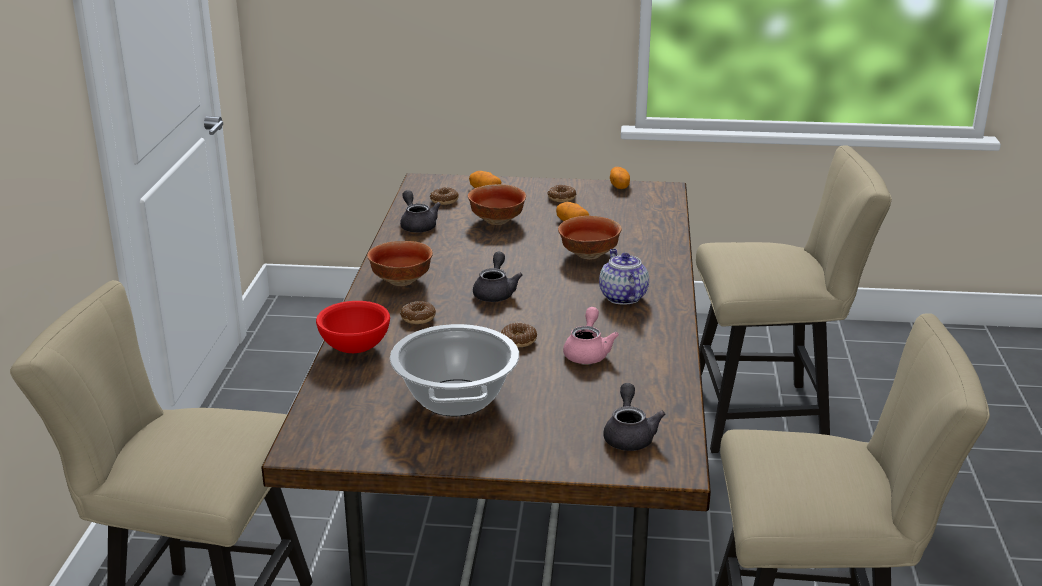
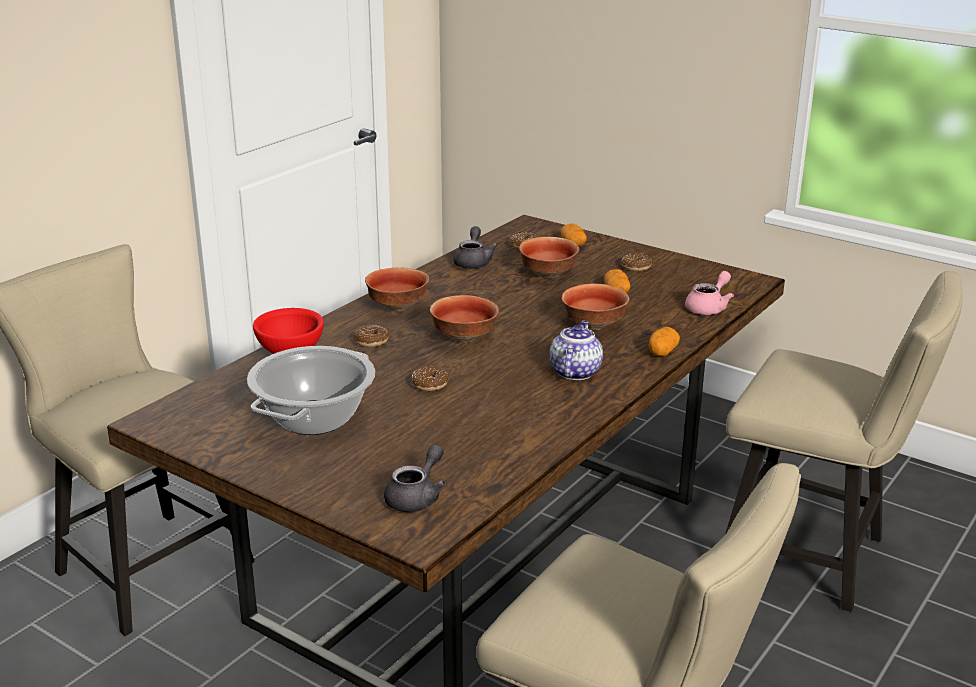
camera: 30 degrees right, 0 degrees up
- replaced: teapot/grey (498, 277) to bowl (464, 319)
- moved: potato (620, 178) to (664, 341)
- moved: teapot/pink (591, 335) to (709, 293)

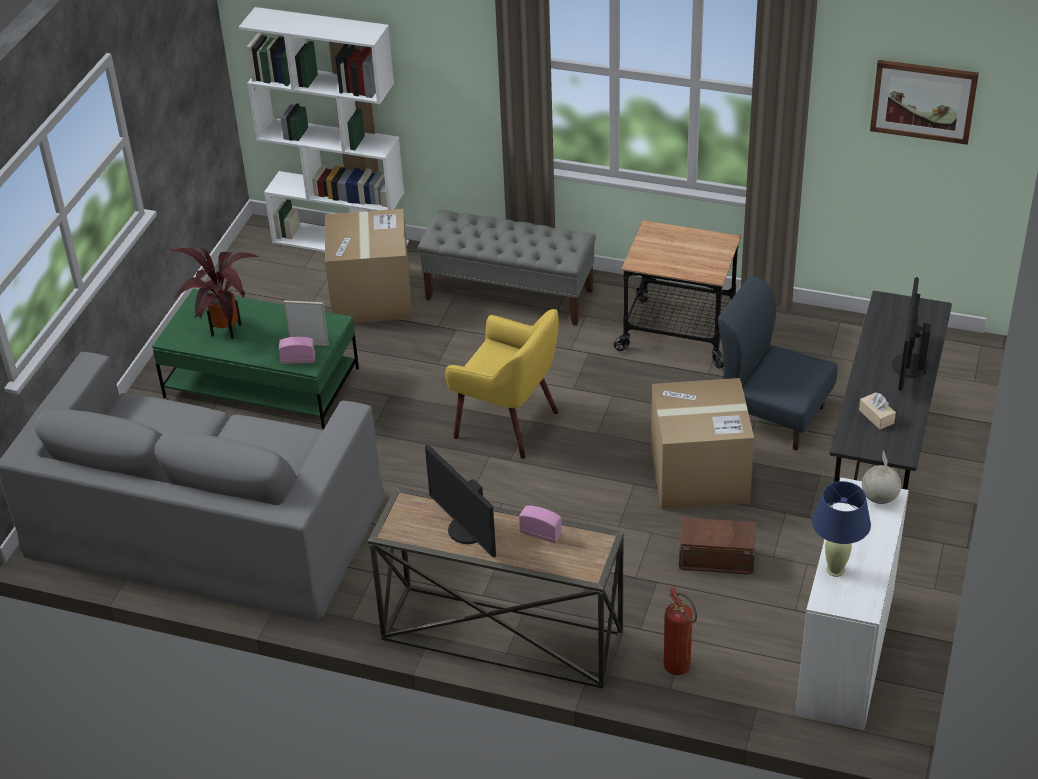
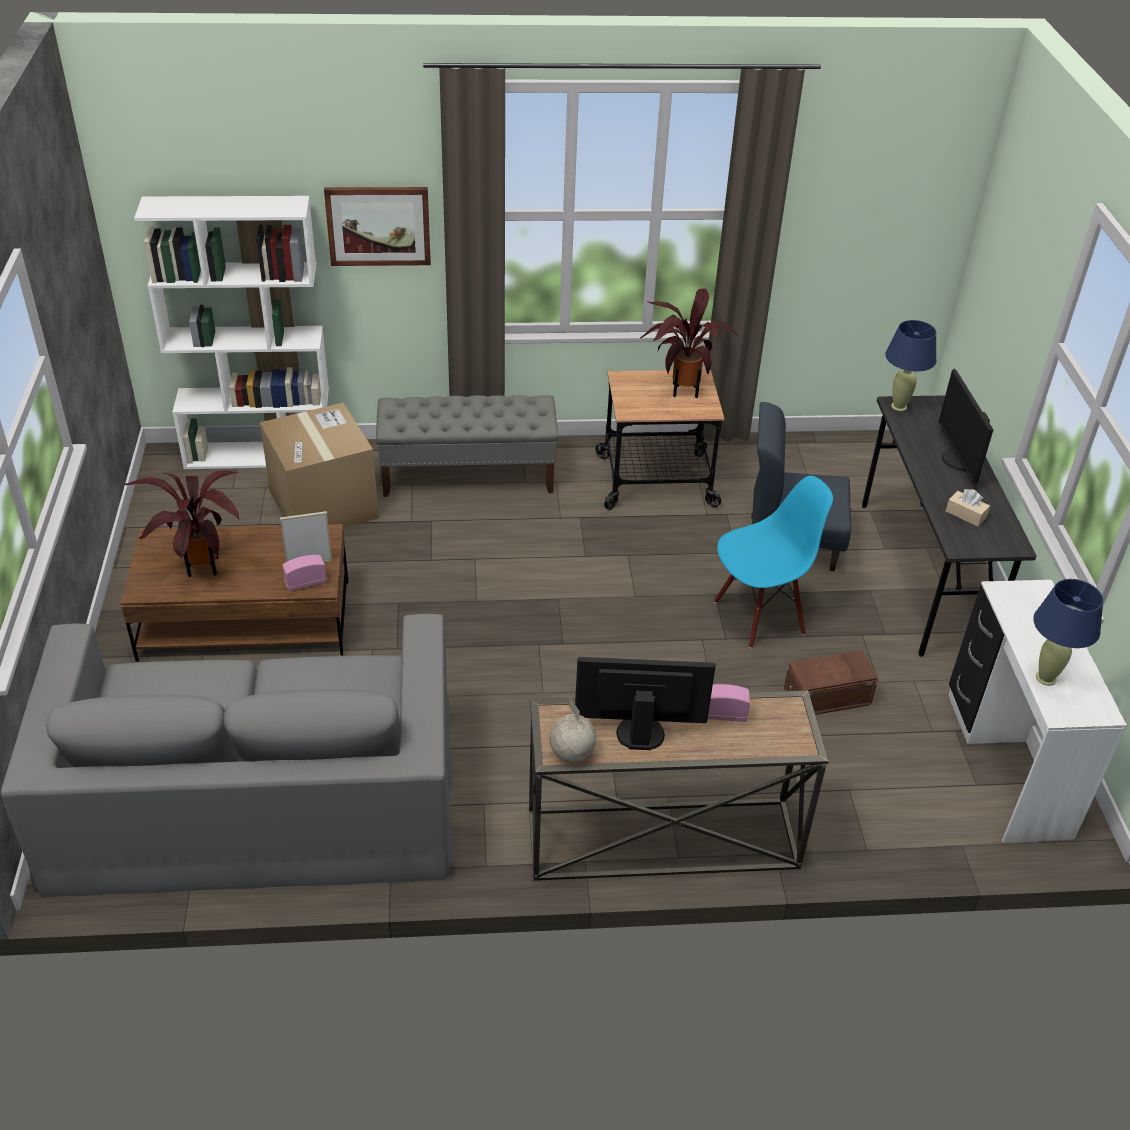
camera: 25 degrees left, 0 degrees up
- recoloured: coffee table/green (255, 359) to coffee table/brown (235, 593)
- moved: picture (924, 102) to (377, 226)
- moved: globe (881, 477) to (572, 729)
- turned: monitor (460, 501) = (645, 703) 150 degrees clockwise
- added: potted plant (689, 343)
- replaced: cardboard box (702, 443) to chair/blue (773, 562)
- added: table lamp/blue (910, 365)
- removed: armchair/yellow (502, 384)
- removed: fire extinguisher (680, 631)

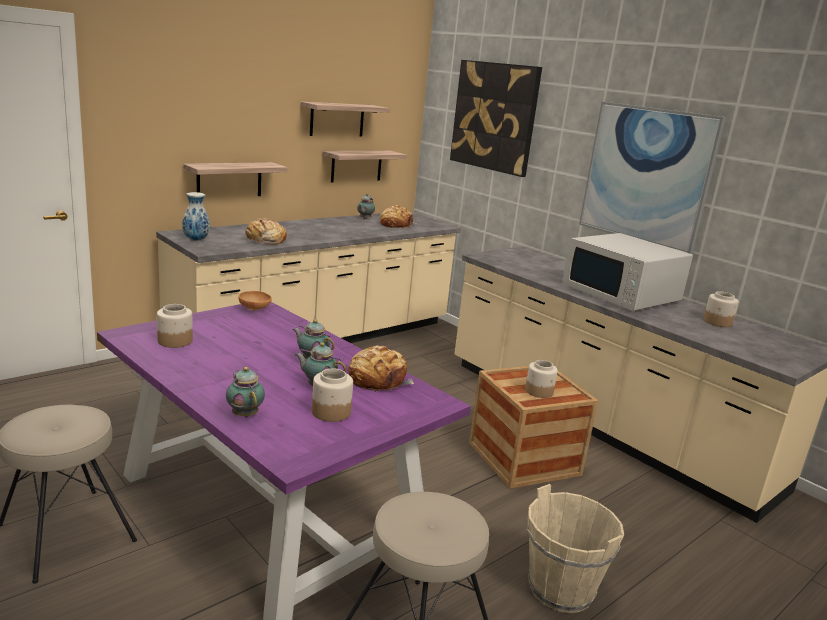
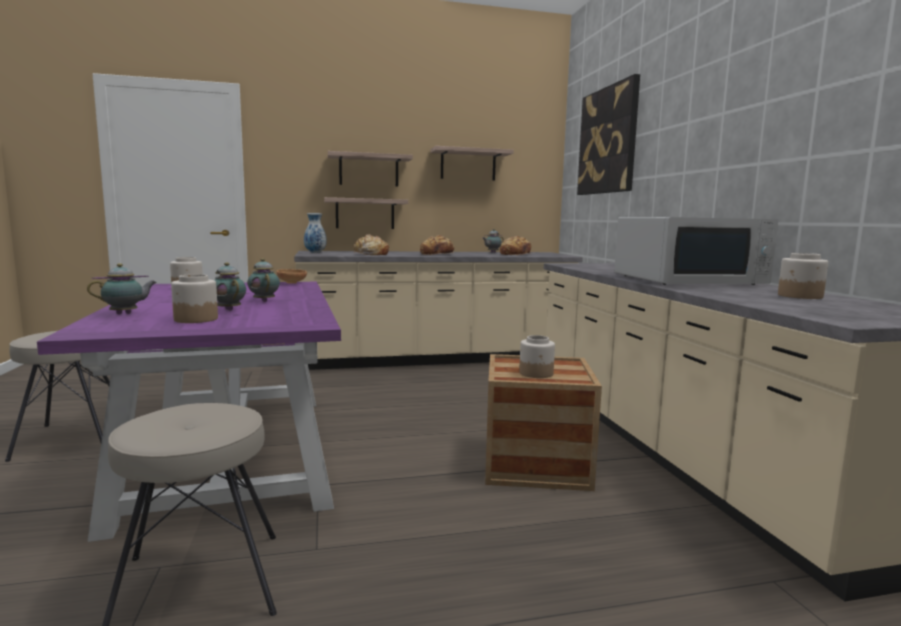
camera: 30 degrees right, 10 degrees down
- turned: teapot (245, 392) = (122, 289) 60 degrees clockwise
- moved: shelf (365, 166) to (370, 169)
- moved: bread (381, 368) to (437, 245)
- turned: microwave/white (627, 272) = (696, 251) 90 degrees counterclockwise
- removed: bucket/beige (575, 548)
- removed: picture (652, 178)

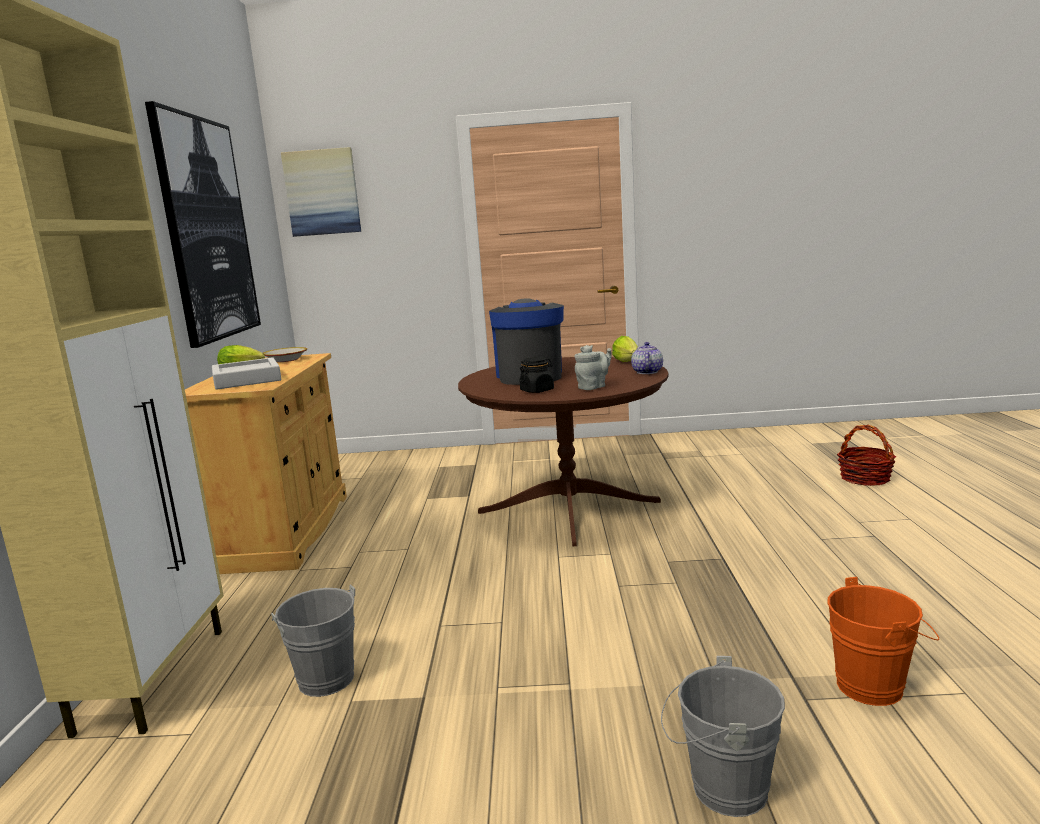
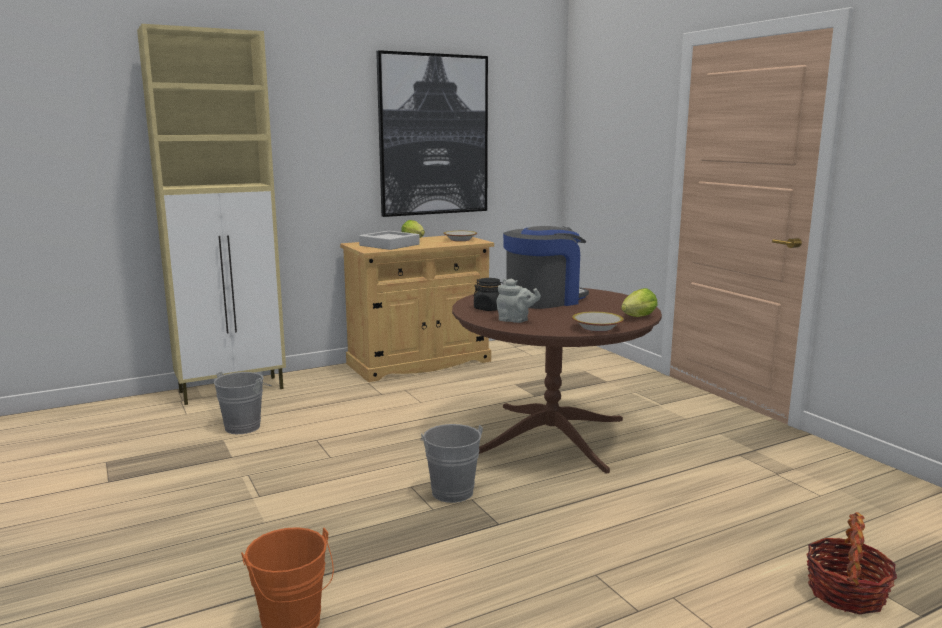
camera: 60 degrees right, 0 degrees up
- moved: bucket/grey (723, 736) to (451, 463)
- replaced: teapot (647, 358) to bowl (598, 321)
- removed: picture (321, 192)

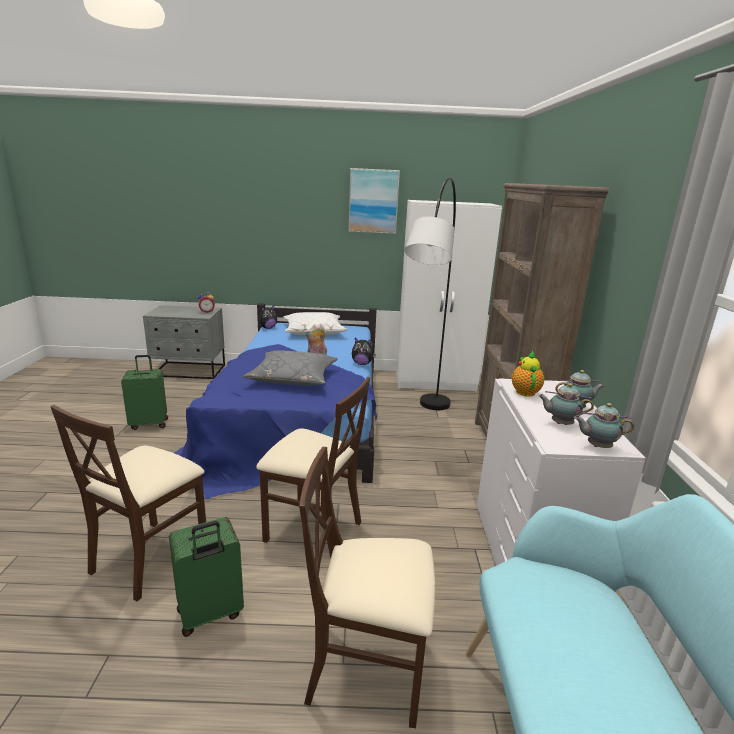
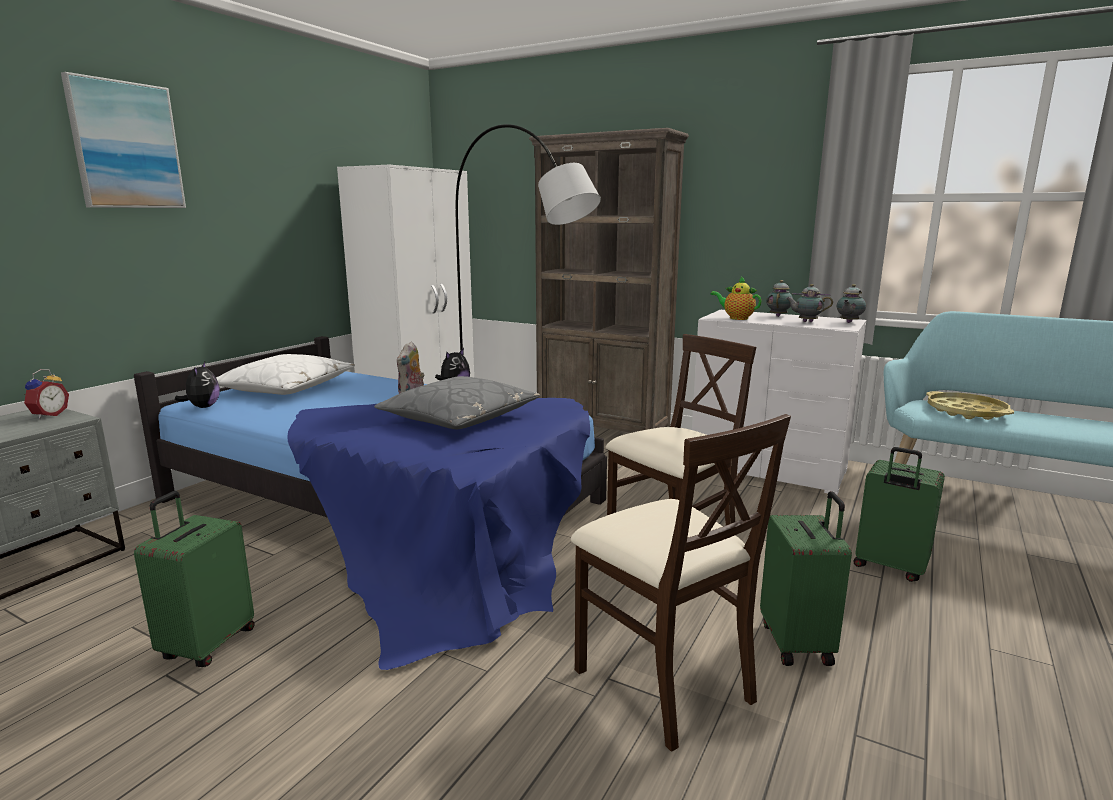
camera: 60 degrees left, 5 degrees down
- moved: picture (374, 201) to (123, 140)
- turned: teapot (566, 404) = (809, 303) 60 degrees clockwise
- replaced: chair/beige (367, 587) to suitcase/green (899, 514)
- added: tray/yellow (970, 405)

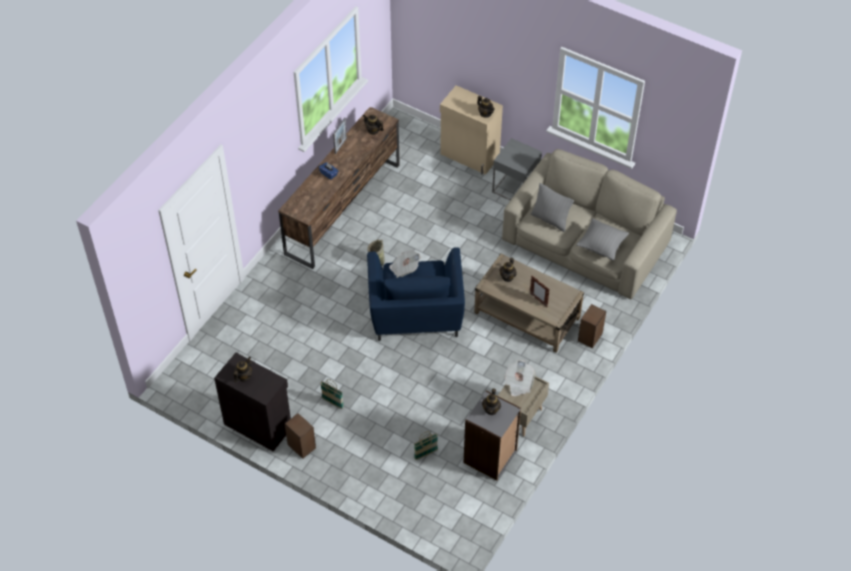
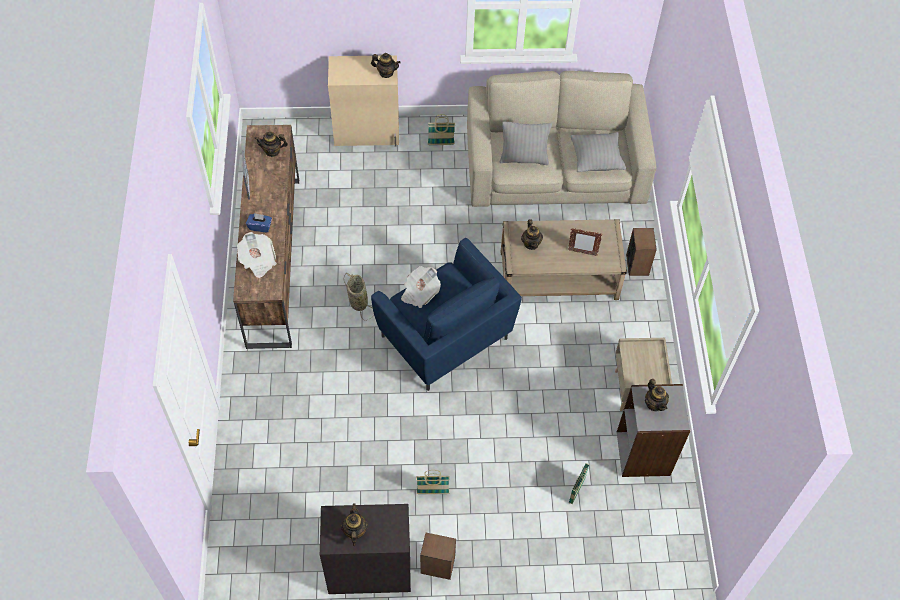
camera: 35 degrees left, 5 degrees up
- moved: newspaper (520, 378) to (257, 255)
- replaced: side table/grey (517, 169) to basket (441, 129)

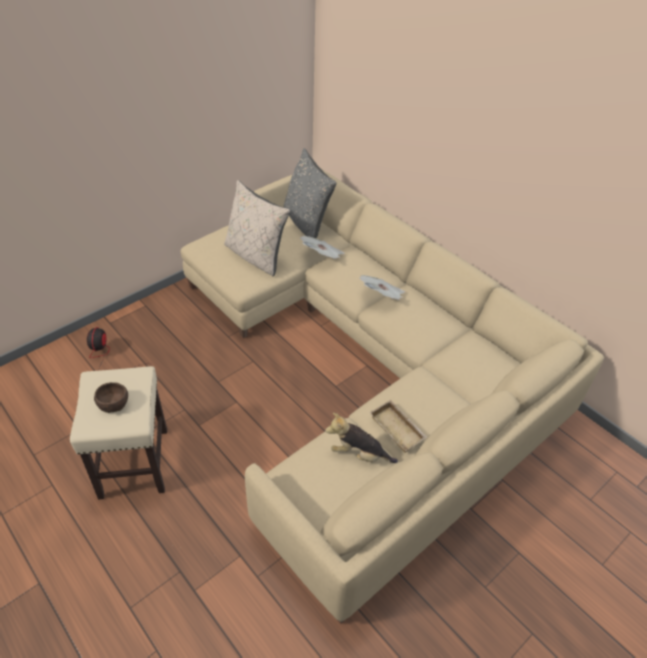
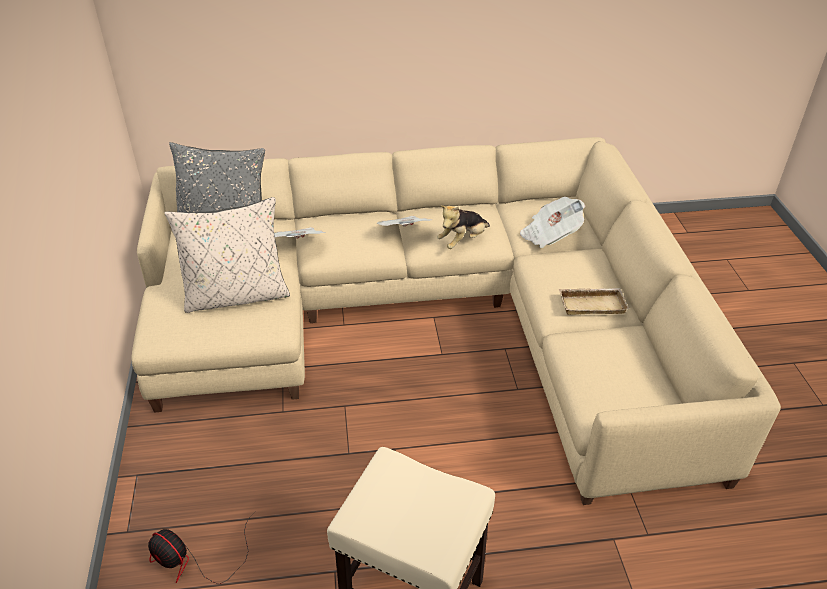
camera: 55 degrees left, 5 degrees down
- moved: plush toy (361, 438) to (463, 227)
- added: newspaper (553, 222)
- removed: bowl/brown (111, 397)

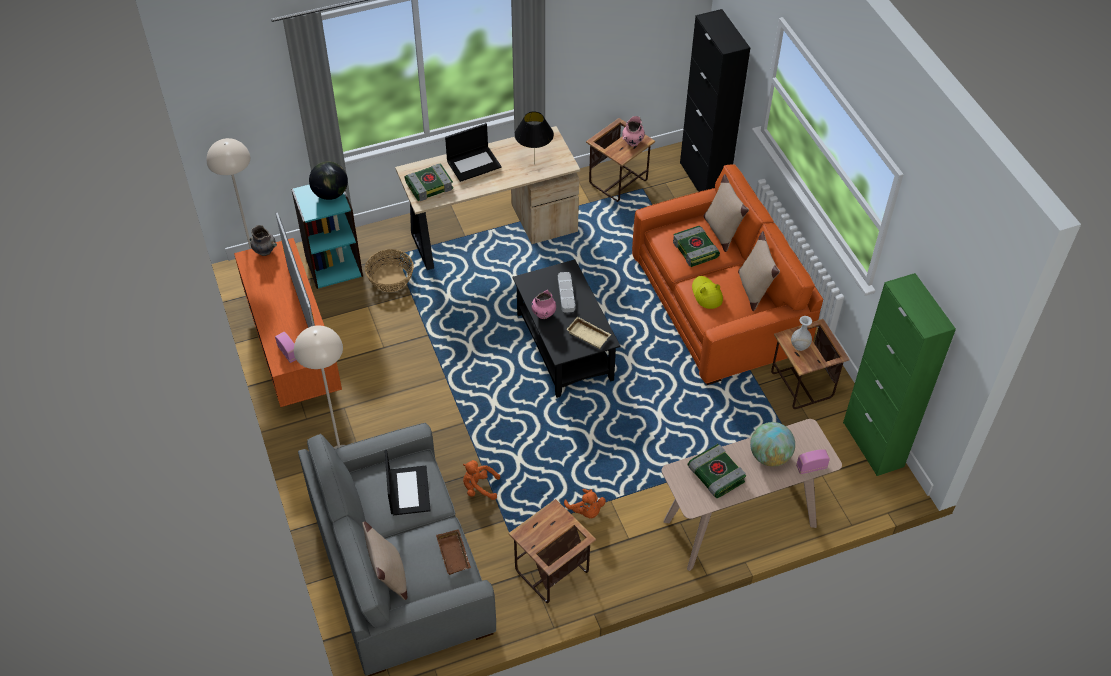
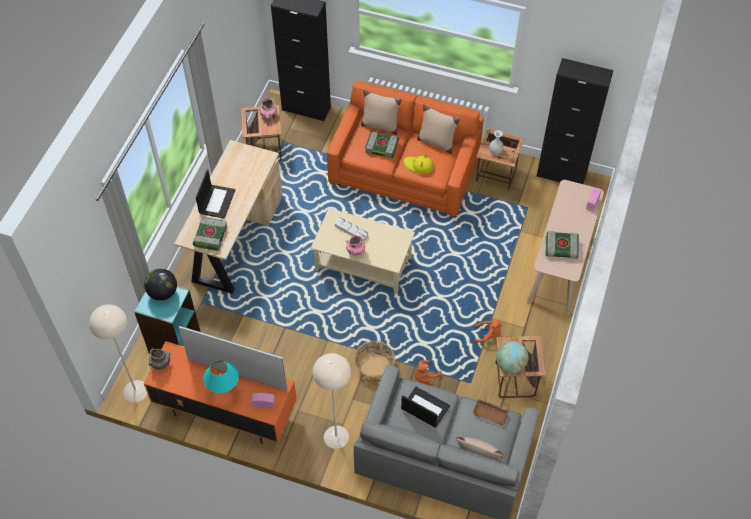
camera: 50 degrees left, 5 degrees up
- added: table lamp/turquoise (221, 377)
- recoloured: coffee table/black (566, 328) to coffee table/beige (363, 251)
- moved: basket (389, 270) to (374, 360)
- moved: globe (772, 444) to (512, 357)
- recoloured: cabinet/green (899, 374) to cabinet/black (574, 121)
- removed: table lamp/black (534, 138)
- removed: tray/beige (588, 333)

